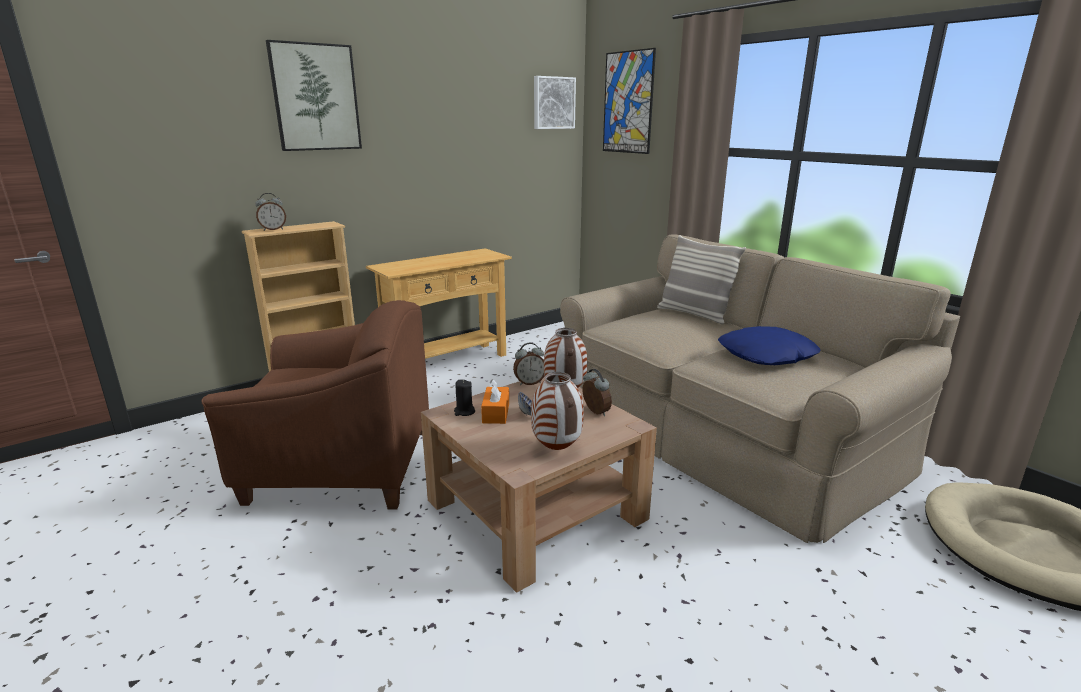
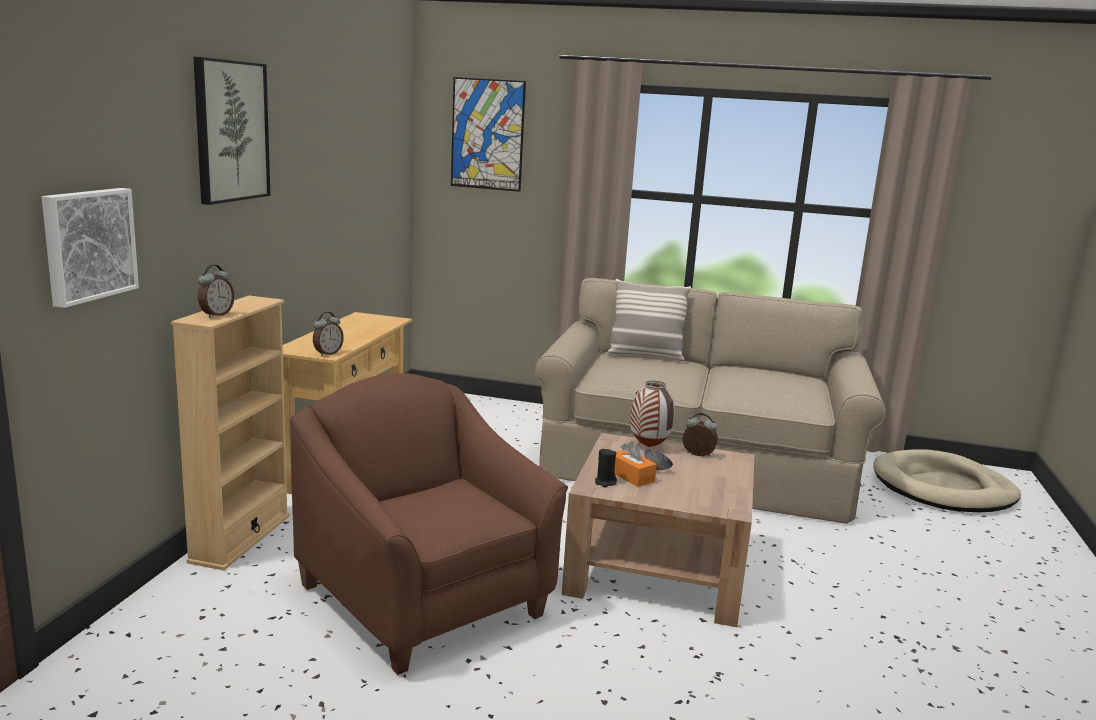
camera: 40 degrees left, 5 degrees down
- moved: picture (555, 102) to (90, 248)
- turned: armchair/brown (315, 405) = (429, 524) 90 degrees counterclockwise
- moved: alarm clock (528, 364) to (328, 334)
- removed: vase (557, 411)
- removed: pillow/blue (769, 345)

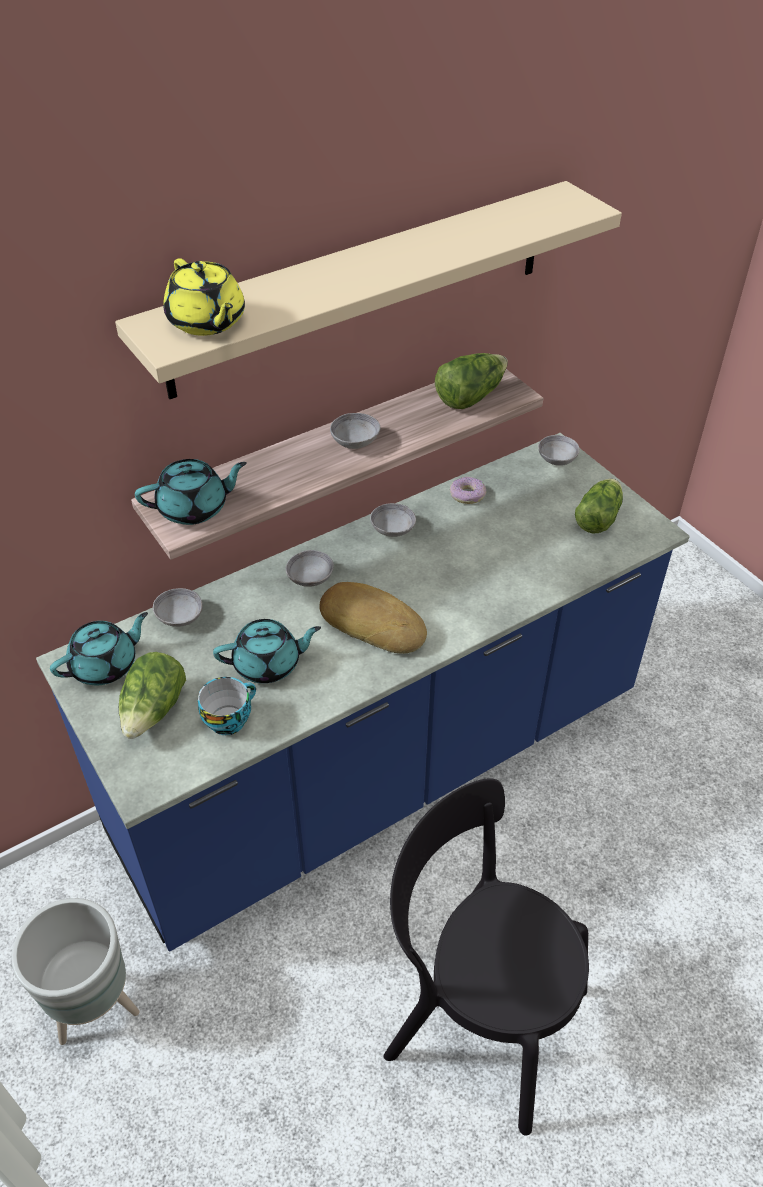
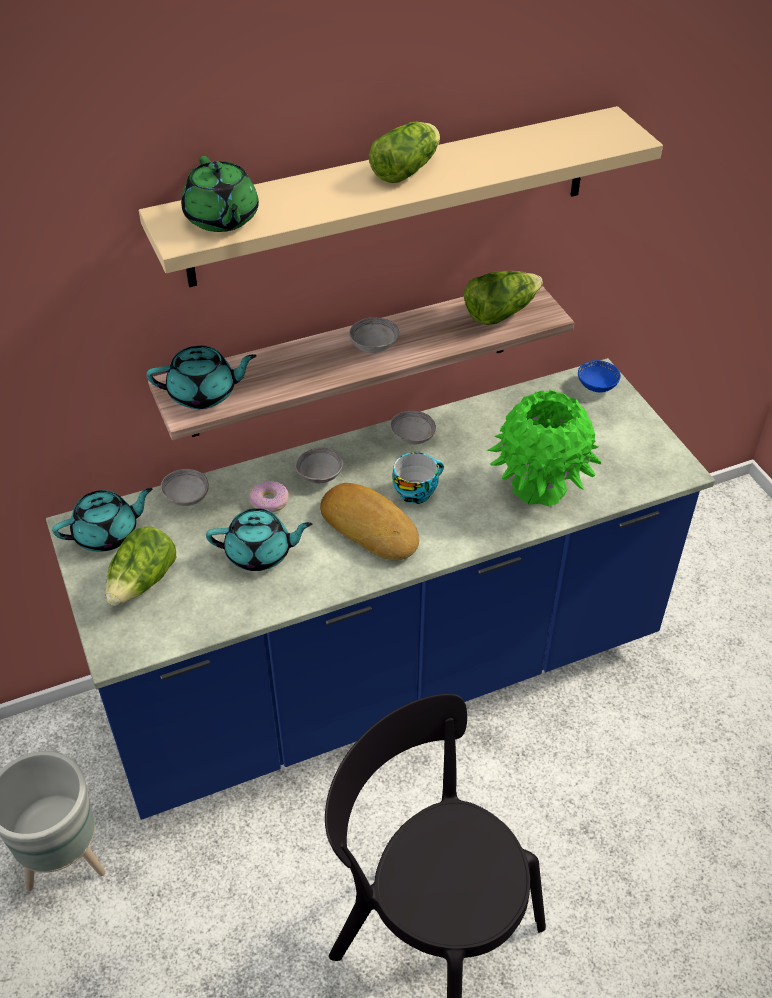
camera: 10 degrees right, 0 degrees up
- recoloured: teapot/yellow (204, 297) to teapot/green (220, 194)
- moved: donut (468, 490) to (269, 496)
- moved: lettuce (599, 506) to (404, 152)
- moved: cup (227, 706) to (418, 478)
- added: vase/green (544, 448)
- recoloured: bowl/grey (559, 450) to bowl/blue (599, 376)

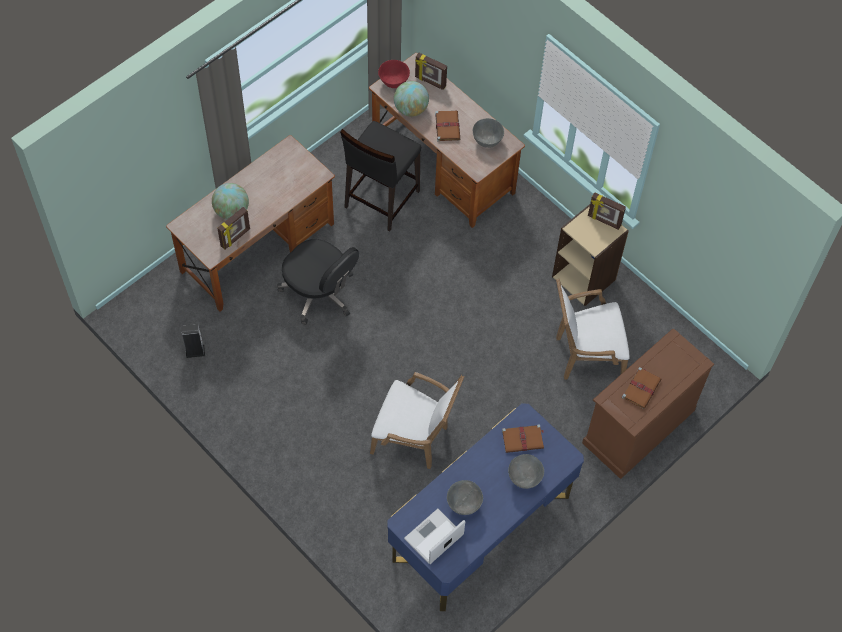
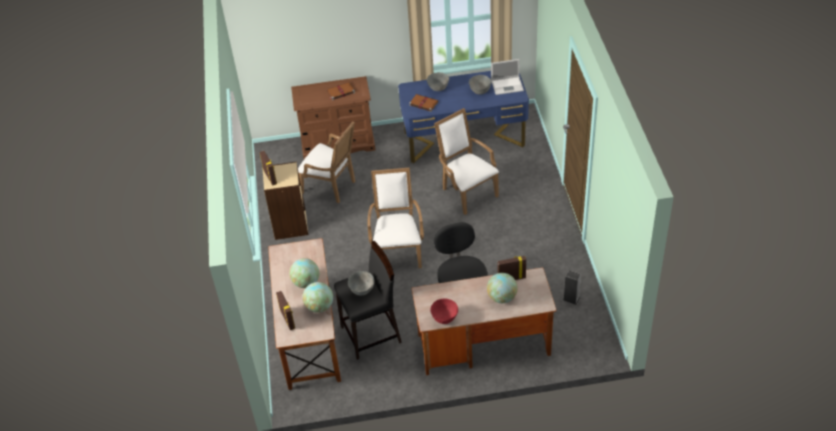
camera: 140 degrees left, 15 degrees down
- replaced: book/brown (447, 126) to globe (304, 273)
- moved: bowl/grey (488, 133) to (361, 283)
- added: armchair/white (395, 218)
- moved: bowl/red (394, 74) to (444, 311)

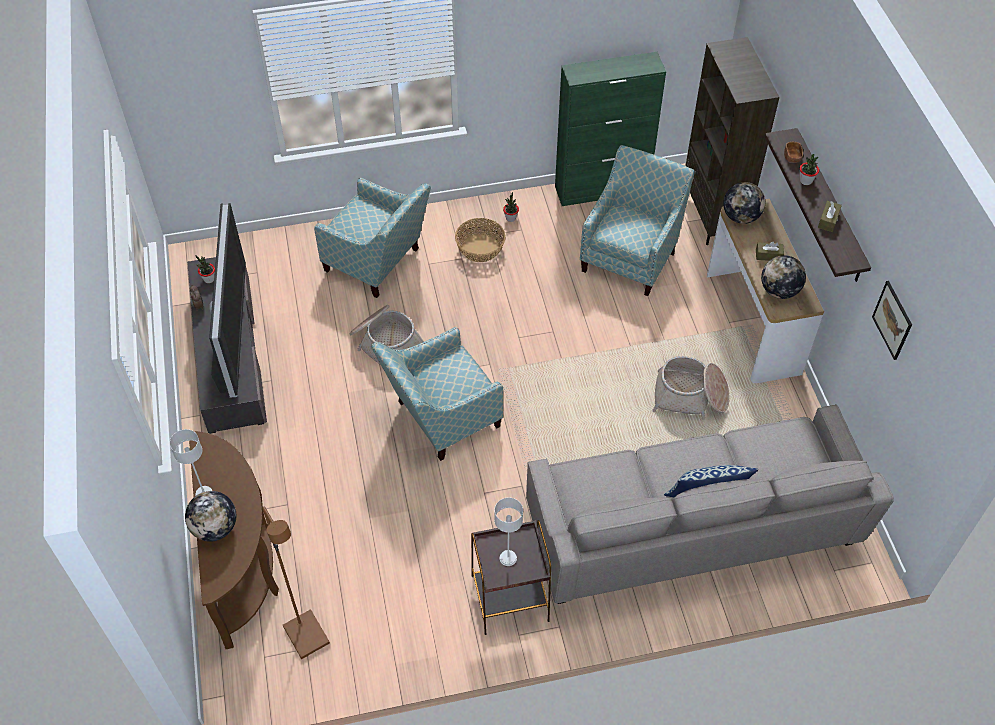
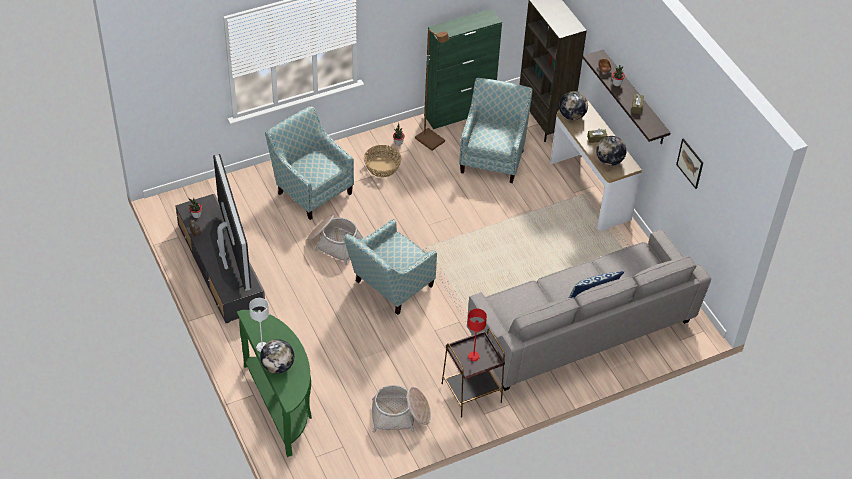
camera: 15 degrees left, 5 degrees down
- recoloured: console table/brown (234, 540) to console table/green (274, 383)
- turned: armchair (372, 238) = (309, 163) 150 degrees counterclockwise
- moved: basket (690, 388) to (401, 409)
- moved: floor lamp/brown (296, 582) to (432, 90)
- recoloured: table lamp/grey (508, 532) to table lamp/red (477, 335)

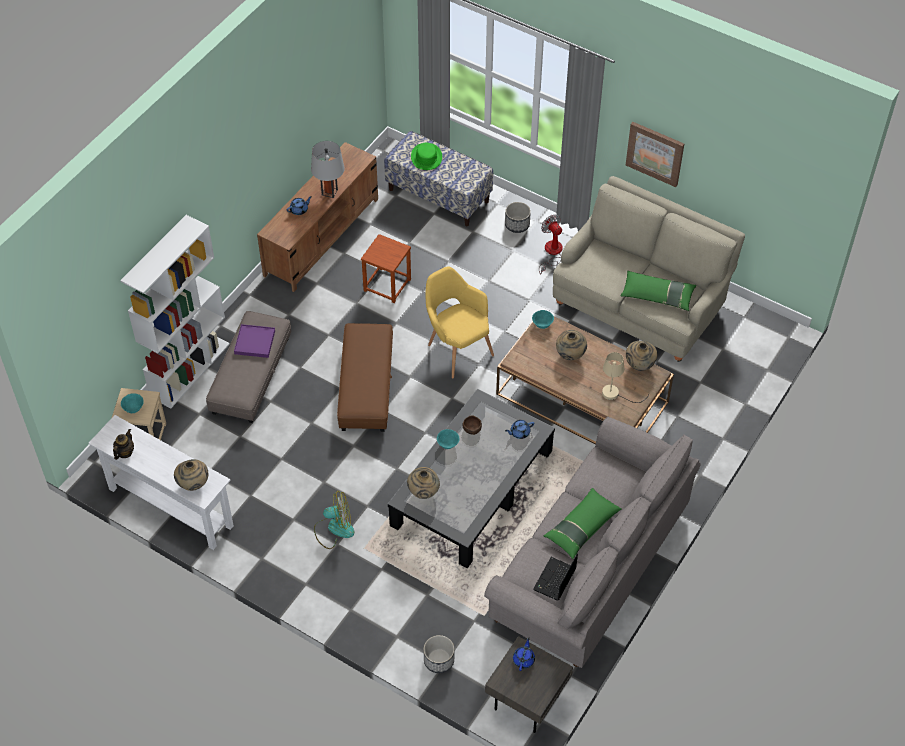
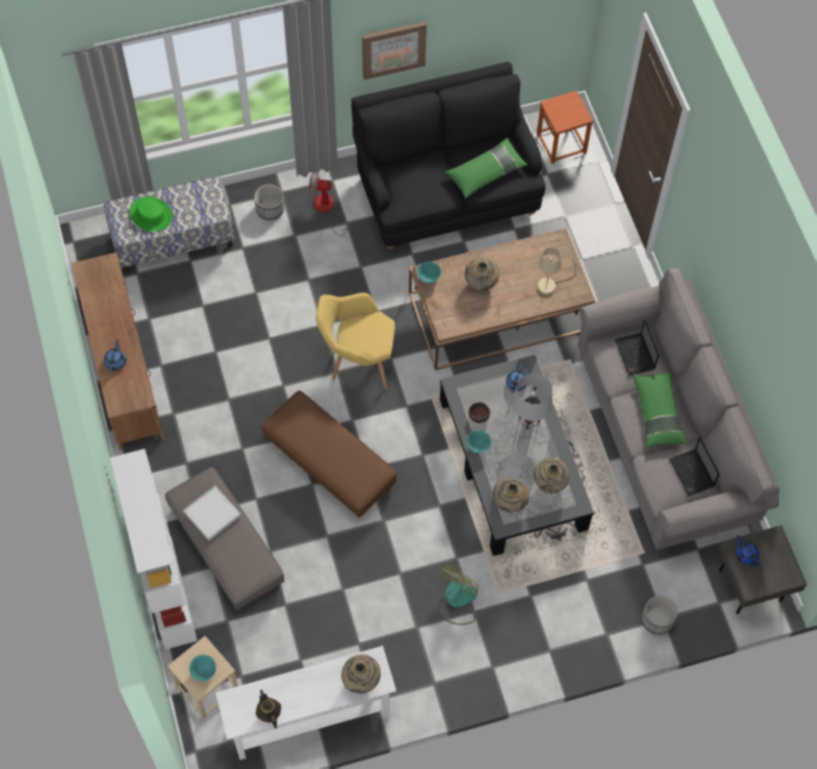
camera: 50 degrees left, 10 degrees up
- recoloured: tray/purple (254, 341) to tray/white (212, 513)
- recoloured: sofa/beige (649, 269) to sofa/black (448, 155)
- moved: table lamp/grey (328, 169) to (532, 401)
- moved: vase/beige (641, 356) to (551, 476)
- moved: stool/brown (386, 268) to (565, 127)
- added: laptop (637, 347)

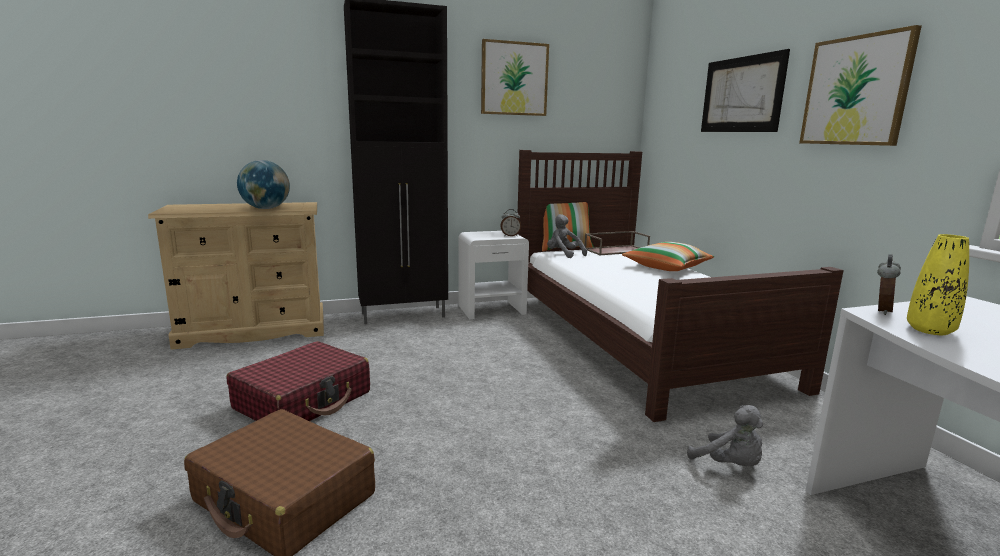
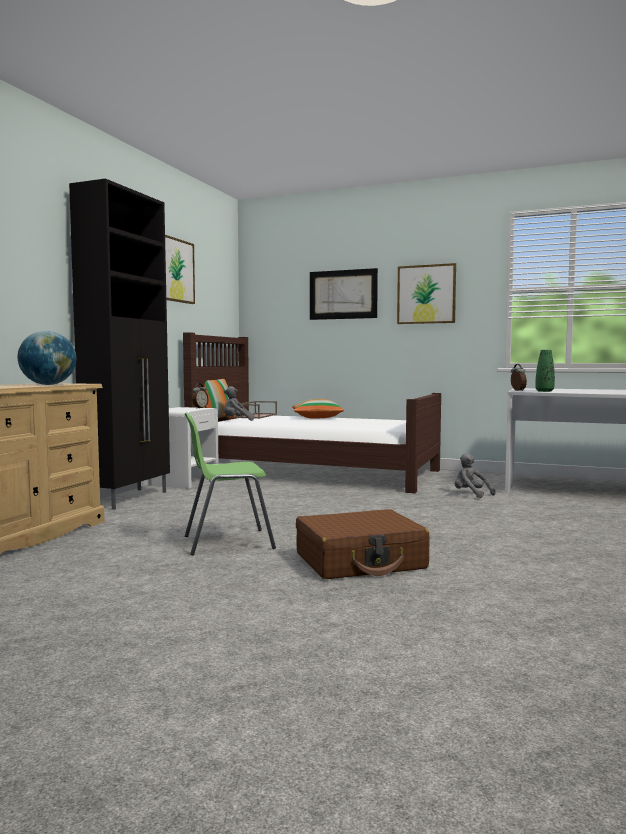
camera: 50 degrees left, 10 degrees down
- replaced: suitcase/red (298, 381) to chair/green (230, 483)
- turned: plush toy/grey (725, 435) = (475, 475) 135 degrees counterclockwise
- recoloured: vase/yellow (938, 284) to vase/green (545, 371)

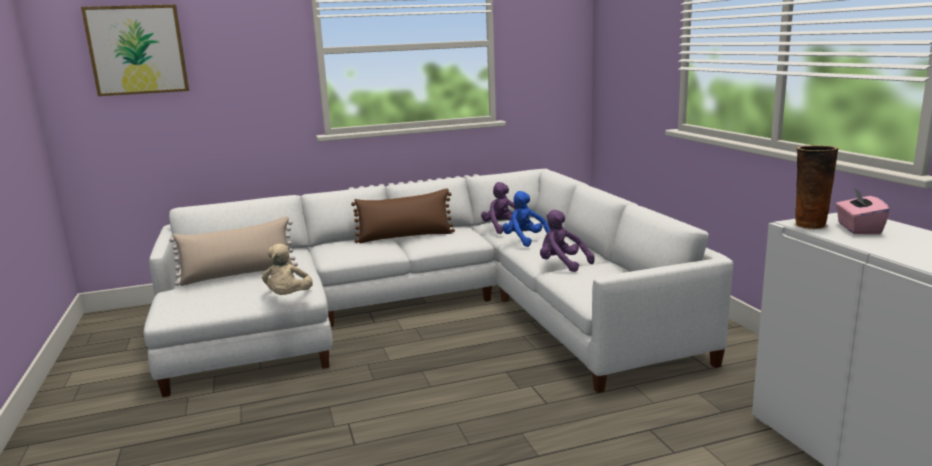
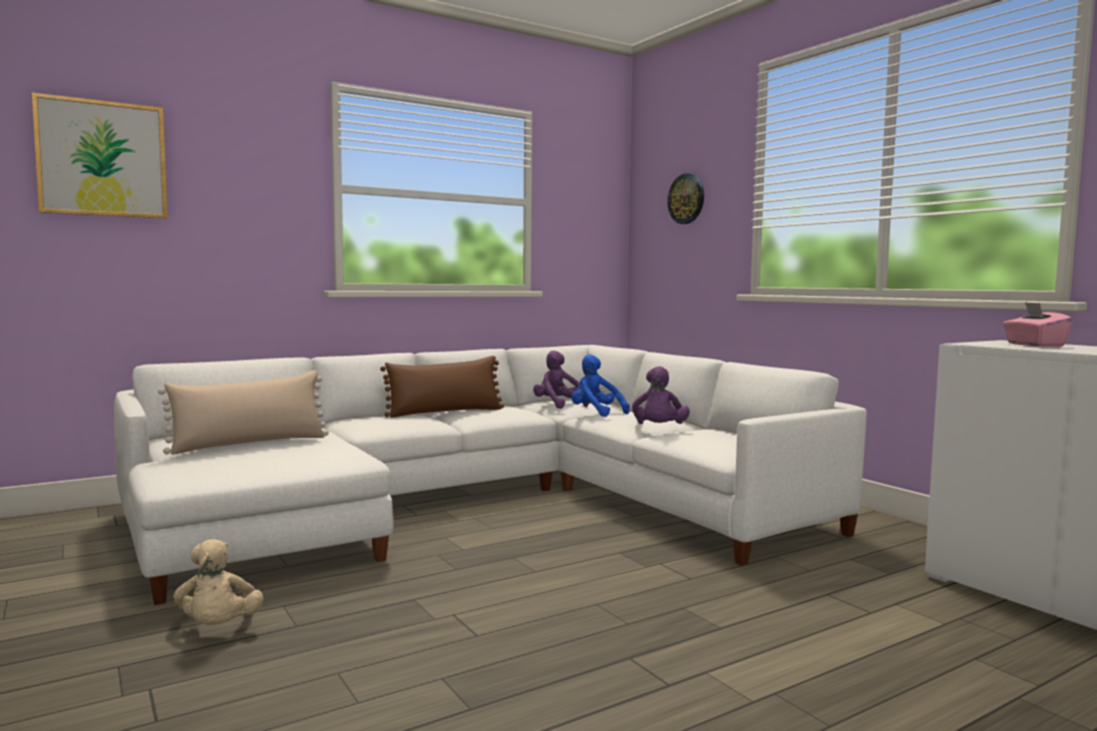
camera: 15 degrees left, 10 degrees down
- moved: plush toy/beige (287, 269) to (219, 582)
- turned: plush toy/purple (567, 241) = (661, 395) 105 degrees counterclockwise
- added: wall clock (685, 198)
- removed: vase (816, 187)

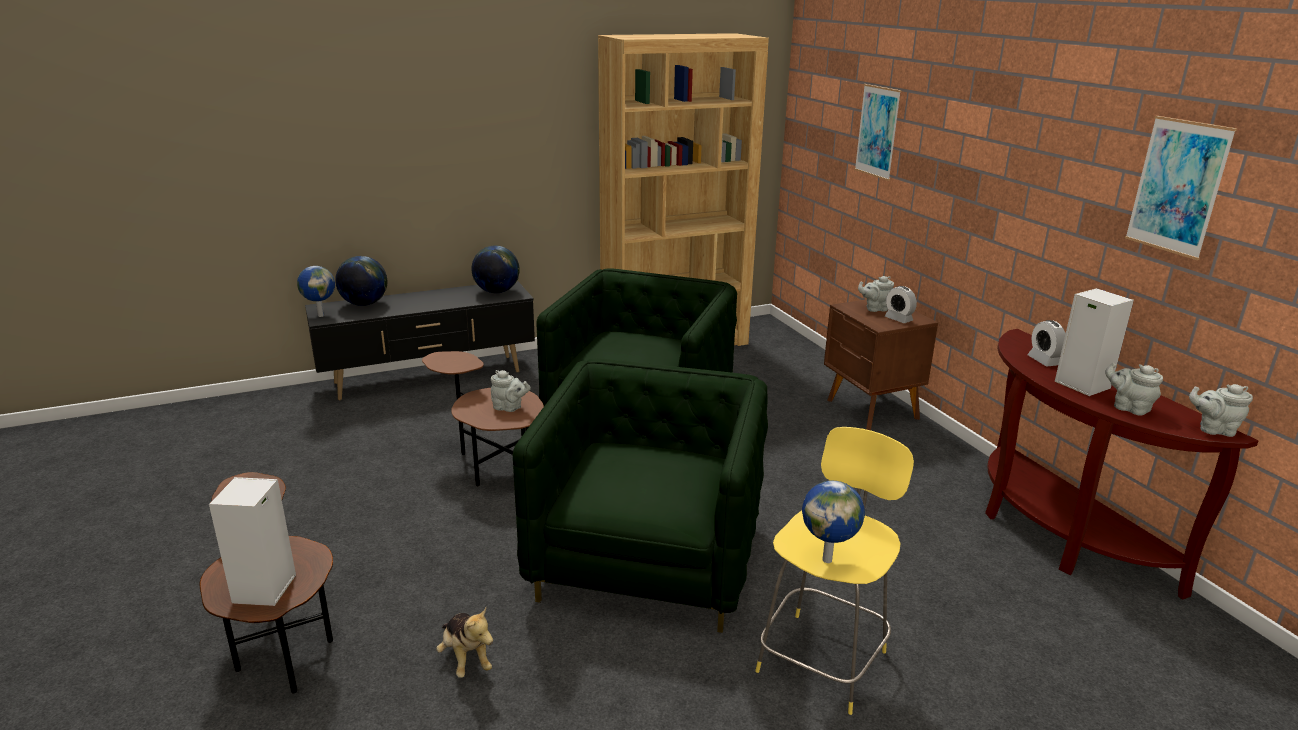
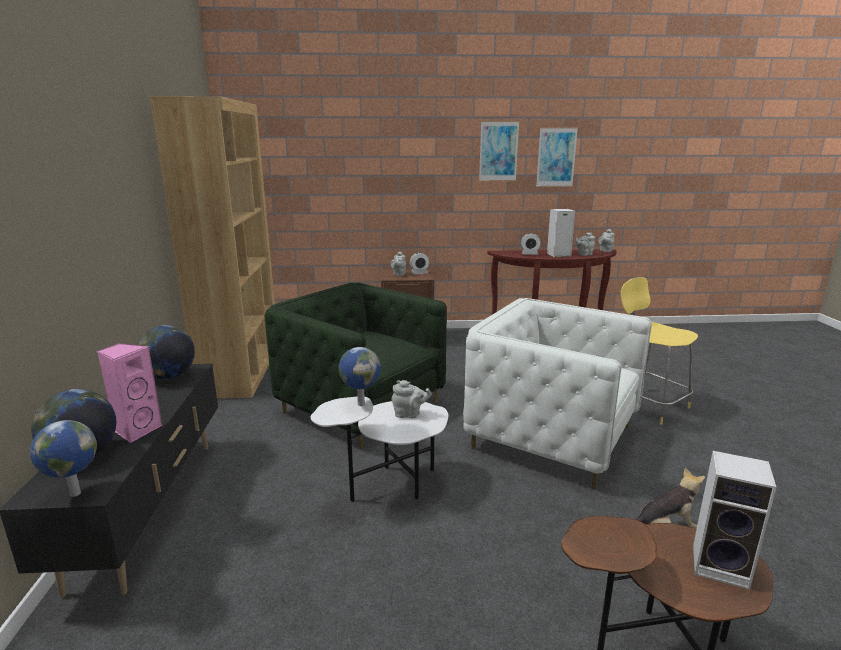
camera: 70 degrees left, 5 degrees down
- added: speaker/pink (129, 393)
- recoloured: side table/brown (483, 418) to side table/white (379, 449)
- moved: globe (833, 522) to (359, 376)
- turned: teapot/grey (511, 391) = (412, 399) 60 degrees clockwise
- recoloured: armchair/green (640, 496) to armchair/white (557, 393)
- moved: picture (877, 132) to (499, 151)

